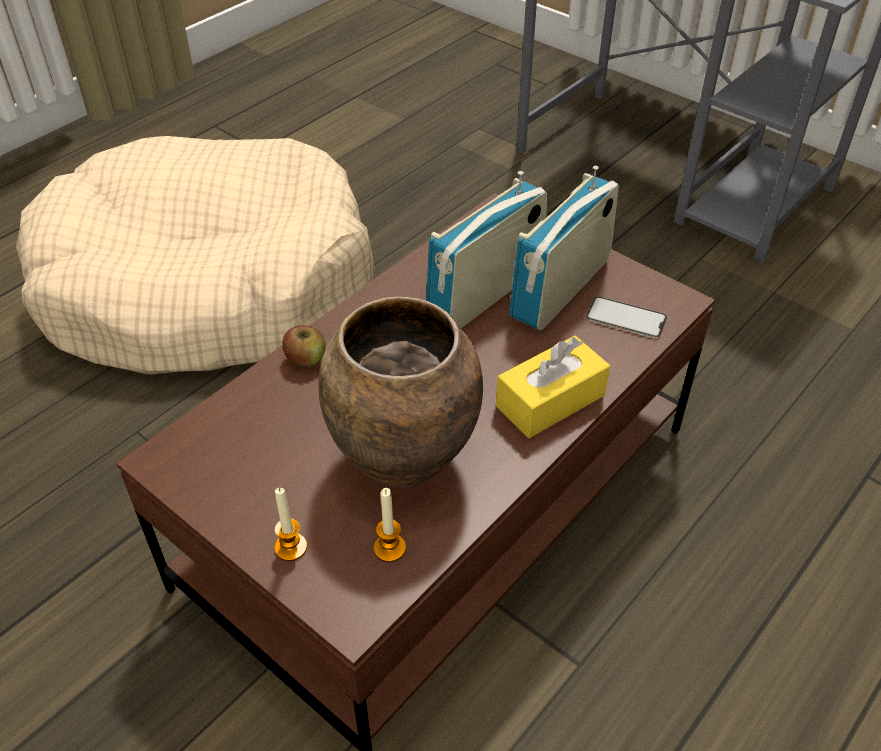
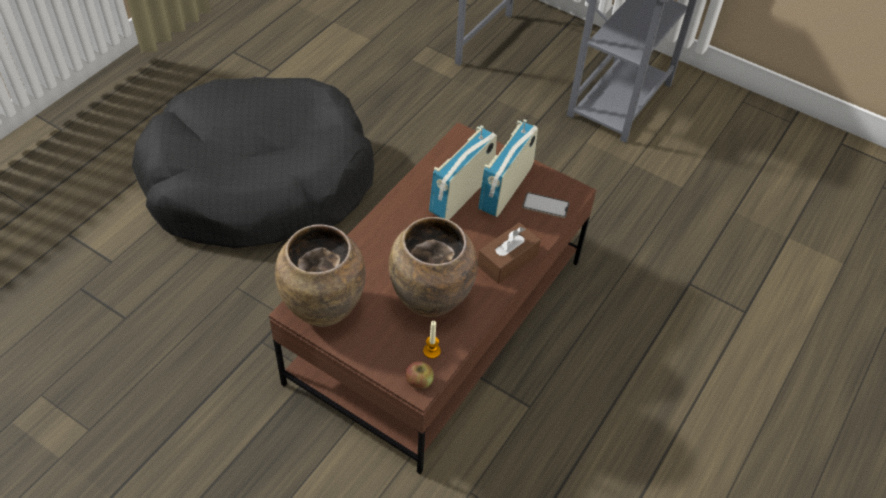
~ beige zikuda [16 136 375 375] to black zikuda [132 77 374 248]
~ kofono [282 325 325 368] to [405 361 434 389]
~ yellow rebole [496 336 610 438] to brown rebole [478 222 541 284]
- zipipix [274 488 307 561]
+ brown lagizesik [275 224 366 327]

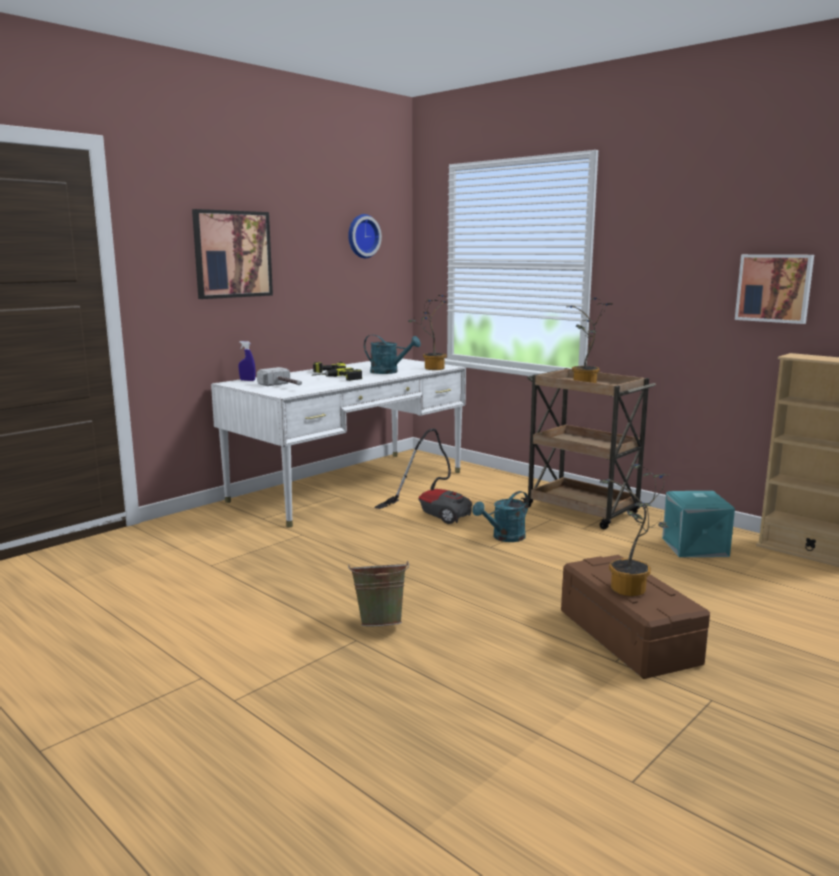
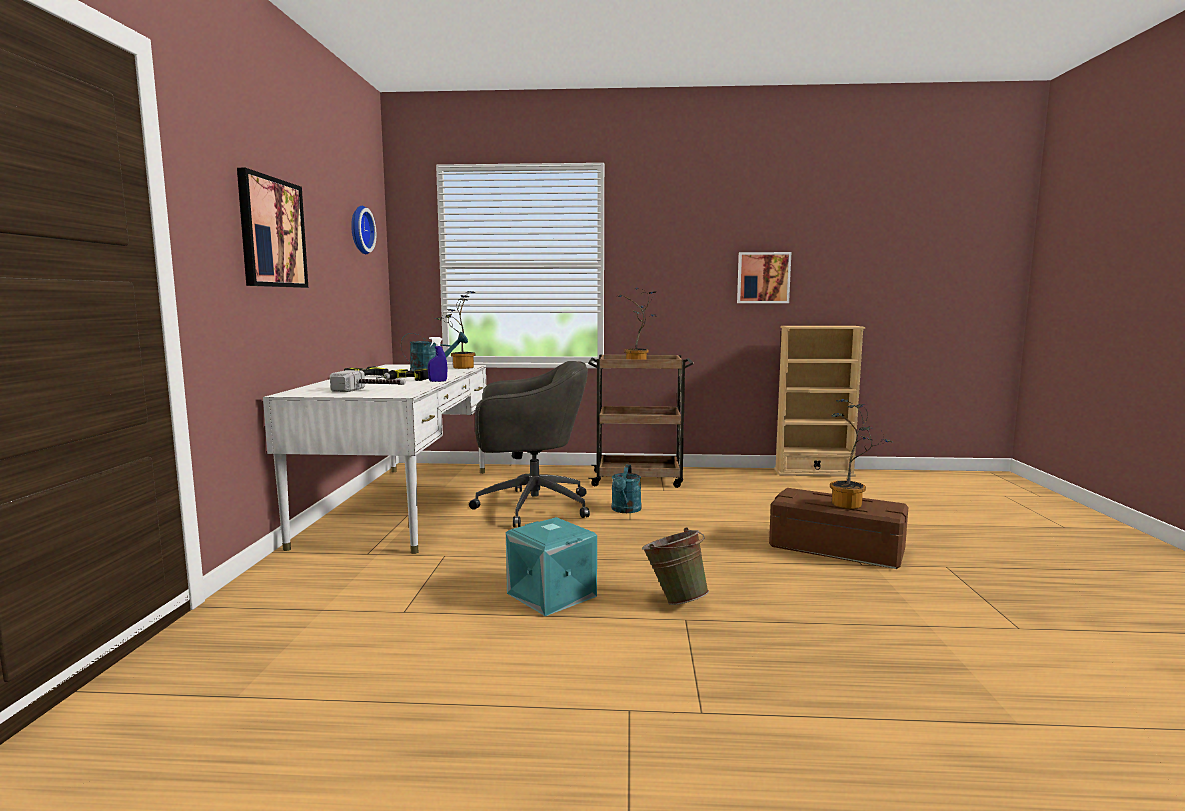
~ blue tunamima [239 341 255 381] to [428 337 447 382]
~ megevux [375 428 472 524] to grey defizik [469 361 590 527]
~ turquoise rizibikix [662 491 735 557] to [506 517 597 616]

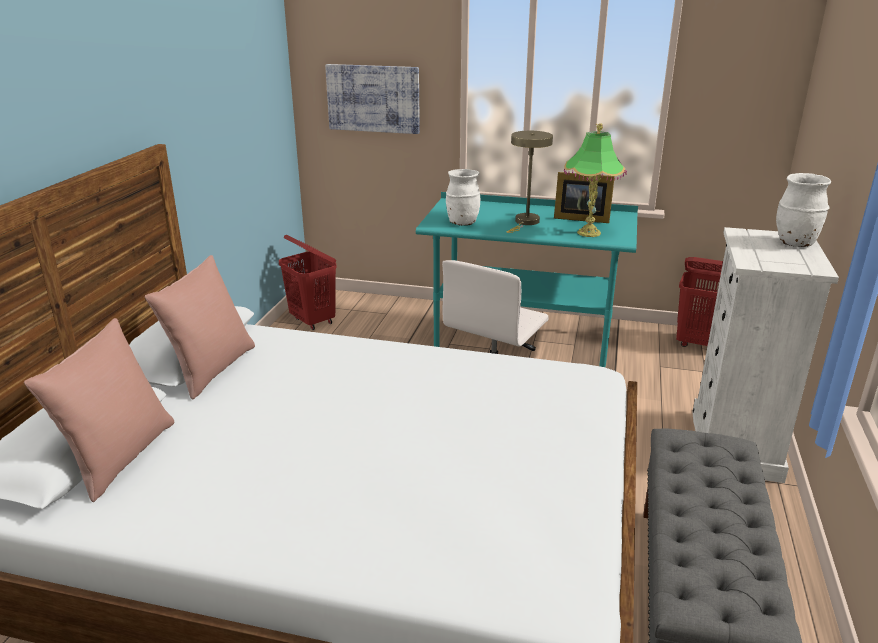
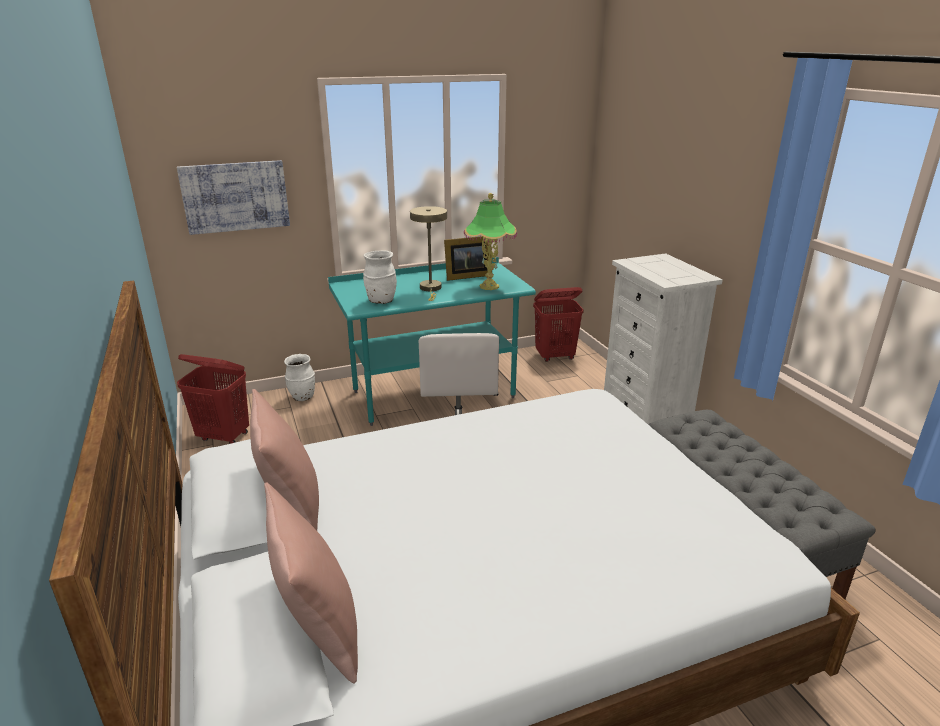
~ white lagizesik [776 173 831 247] to [284 354 315 401]

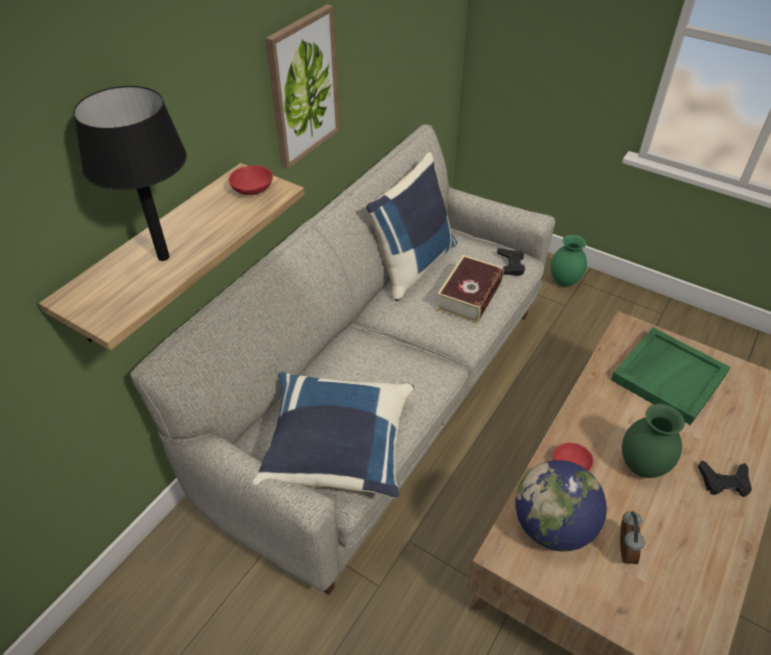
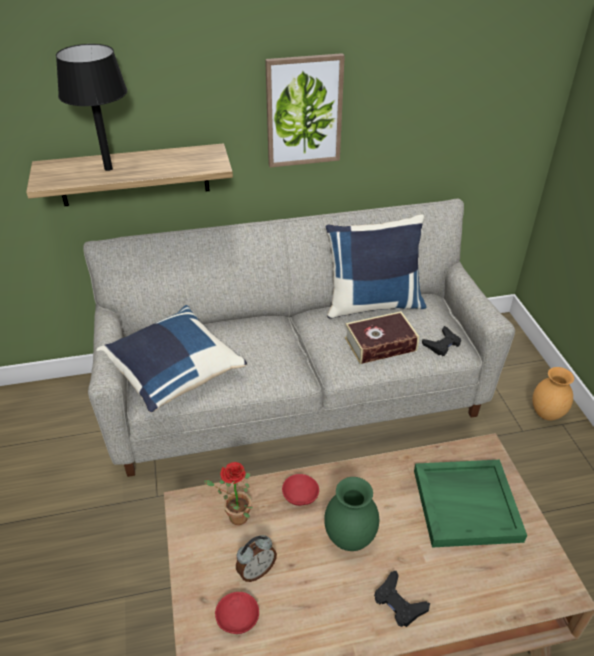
~ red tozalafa [229 165 273 195] to [215 592 259 634]
~ green lagizesik [551 235 587 287] to brown lagizesik [532 367 574 420]
~ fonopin [515 460 607 552] to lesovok [204 462 253 525]

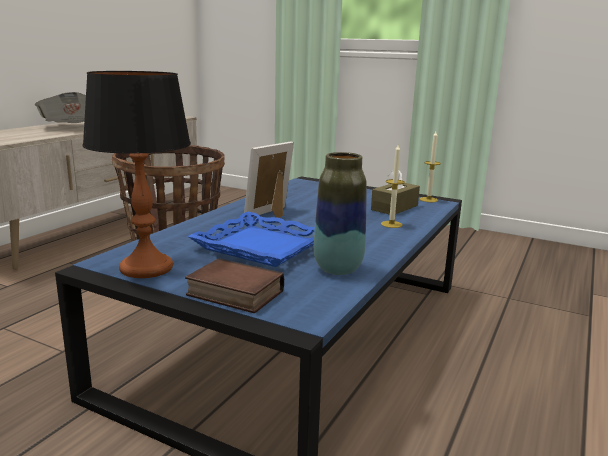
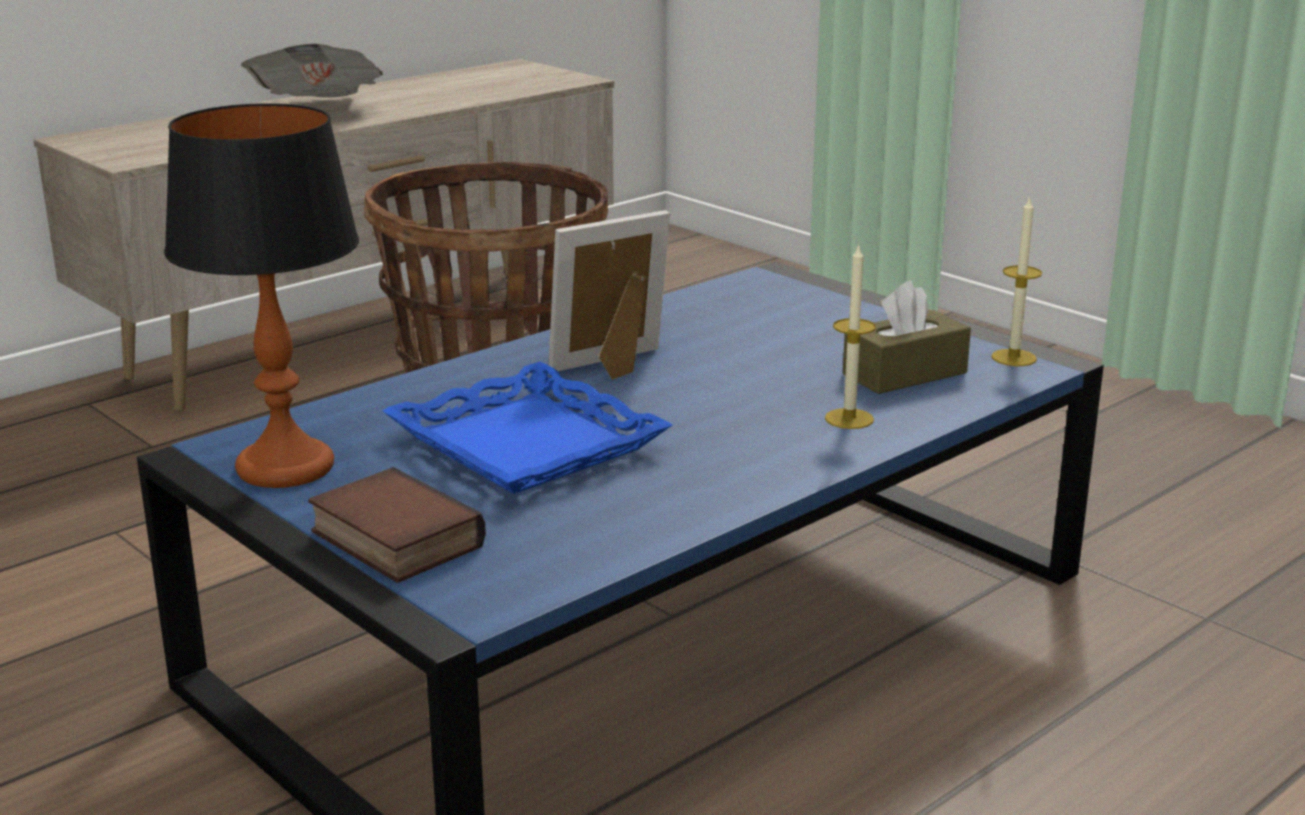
- lagizesik [314 152 367 275]

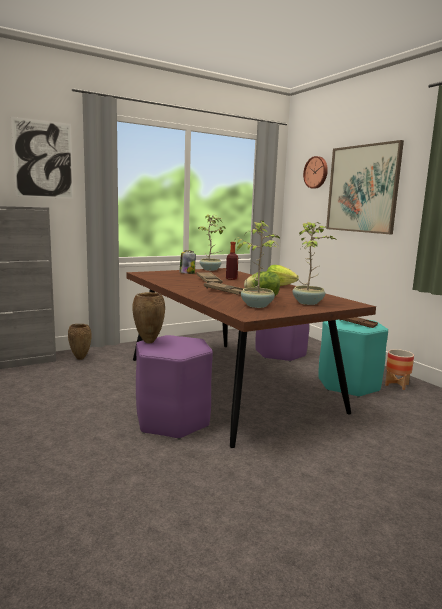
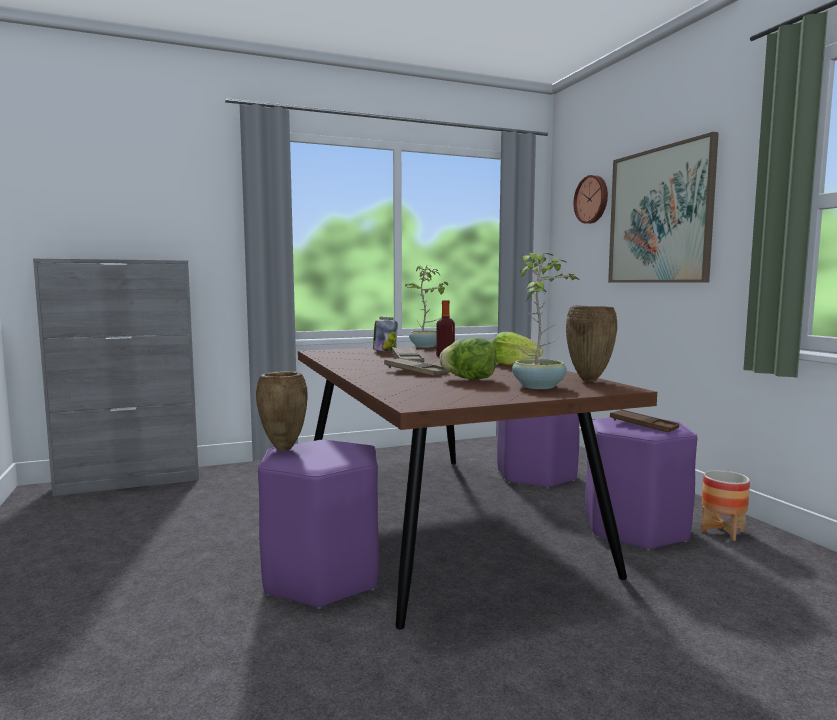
- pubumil [11 117 74 199]
- lesovok [236 221 280 308]
~ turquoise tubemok [318 319 388 398] to purple tubemok [585 417 697 551]
~ brown lagizesik [68 324 92 360] to [566 305 617 382]

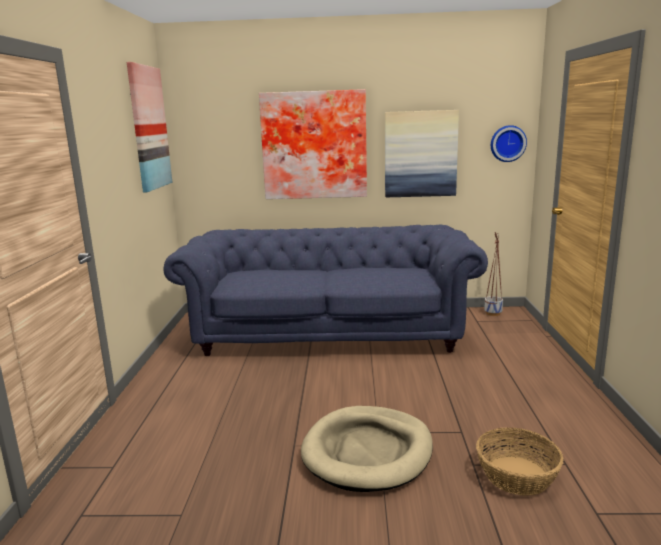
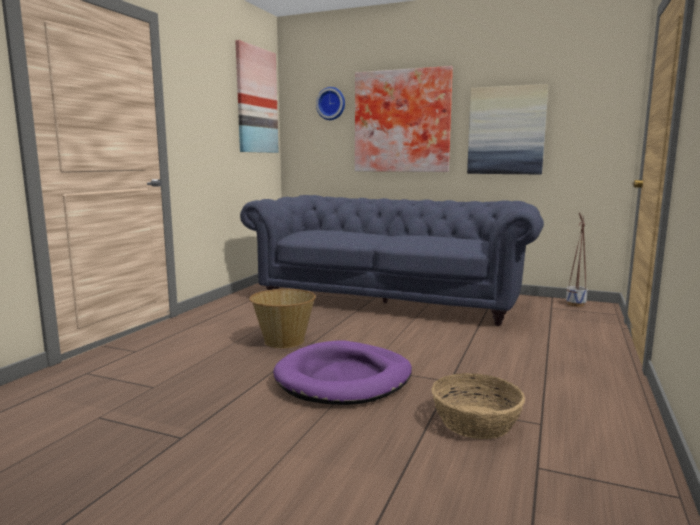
~ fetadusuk [491 125 527 162] to [316 87 345 120]
~ beige zikuda [301 406 433 492] to purple zikuda [273 340 412 405]
+ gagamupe [249 289 316 348]

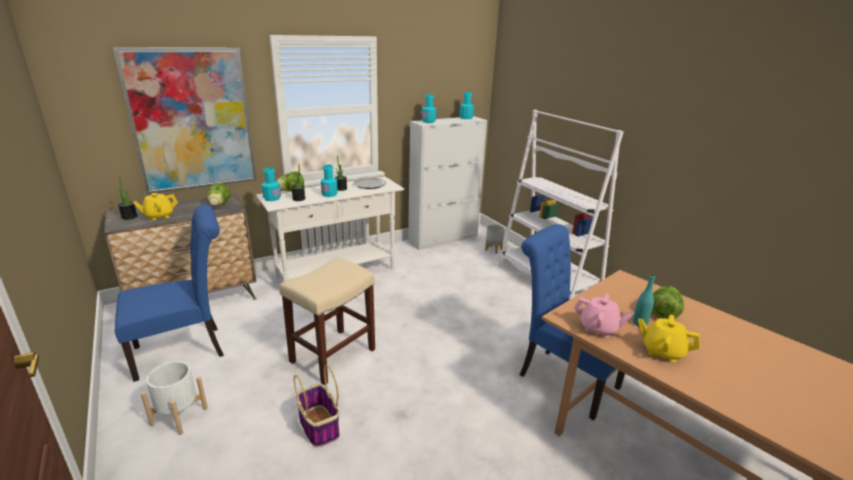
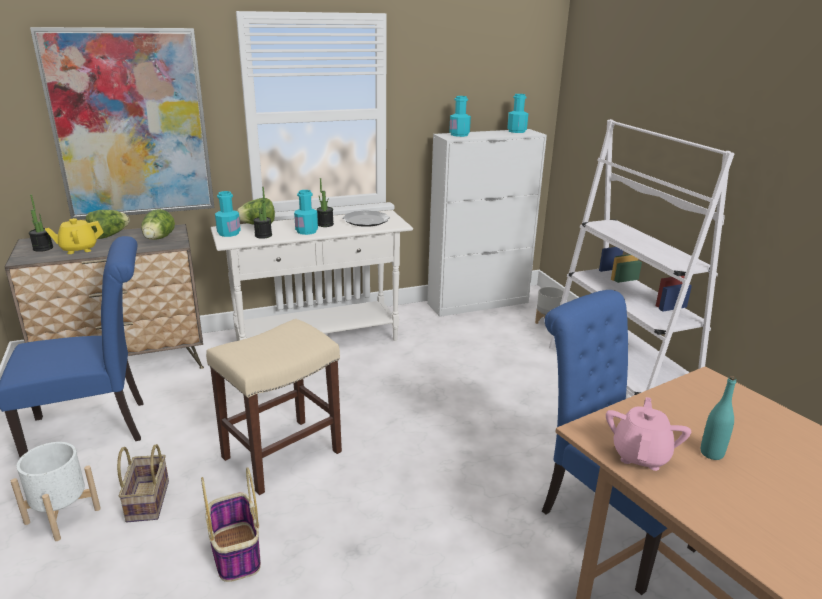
~ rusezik [652 286 684 319] to [85 210 130 239]
~ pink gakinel [574 294 634 338] = [606 397 691 471] 105 degrees counterclockwise
- yellow gakinel [638 315 700 362]
+ gagamupe [117 444 169 522]

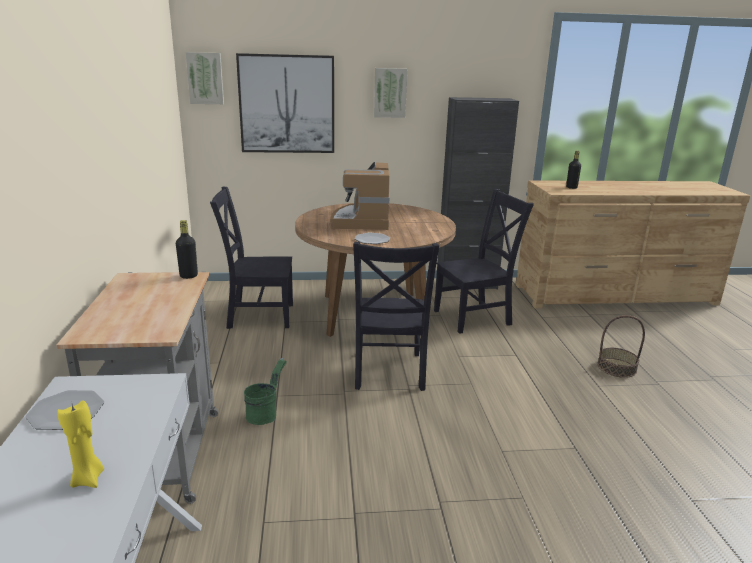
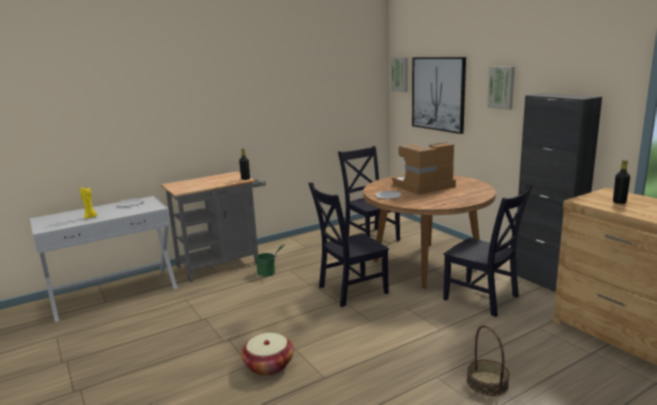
+ gagamupe [241 333 294 376]

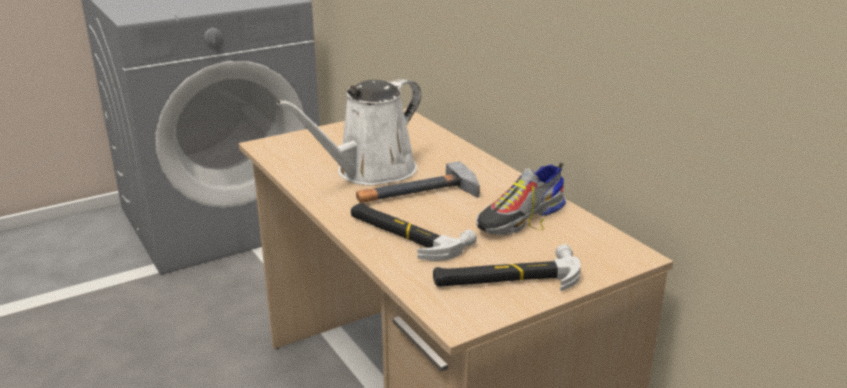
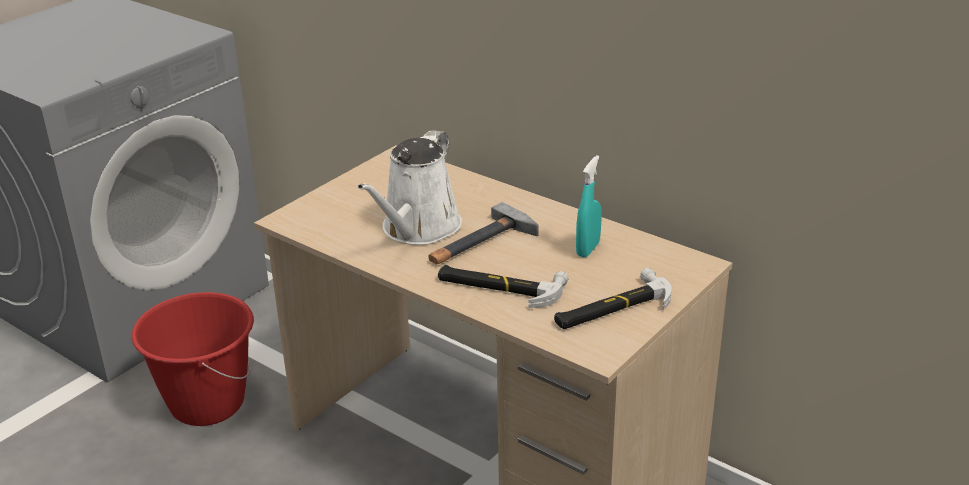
~ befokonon [476 163 566 235] to turquoise tunamima [576 155 602 257]
+ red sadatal [131 292 254 426]

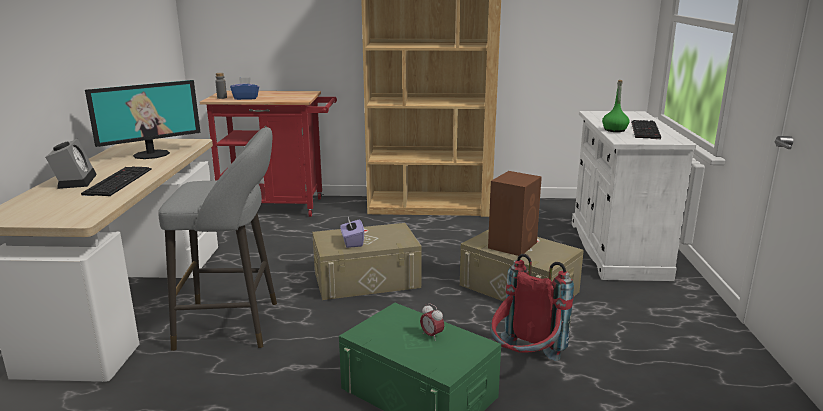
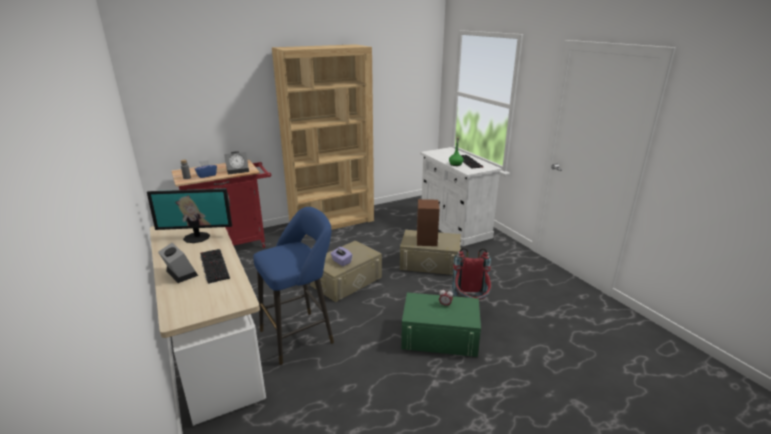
~ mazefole [85 80 201 159] = [147 188 232 243] 60 degrees clockwise
~ grey tubemok [158 127 277 351] to blue tubemok [253 207 334 365]
+ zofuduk [225 151 249 174]

